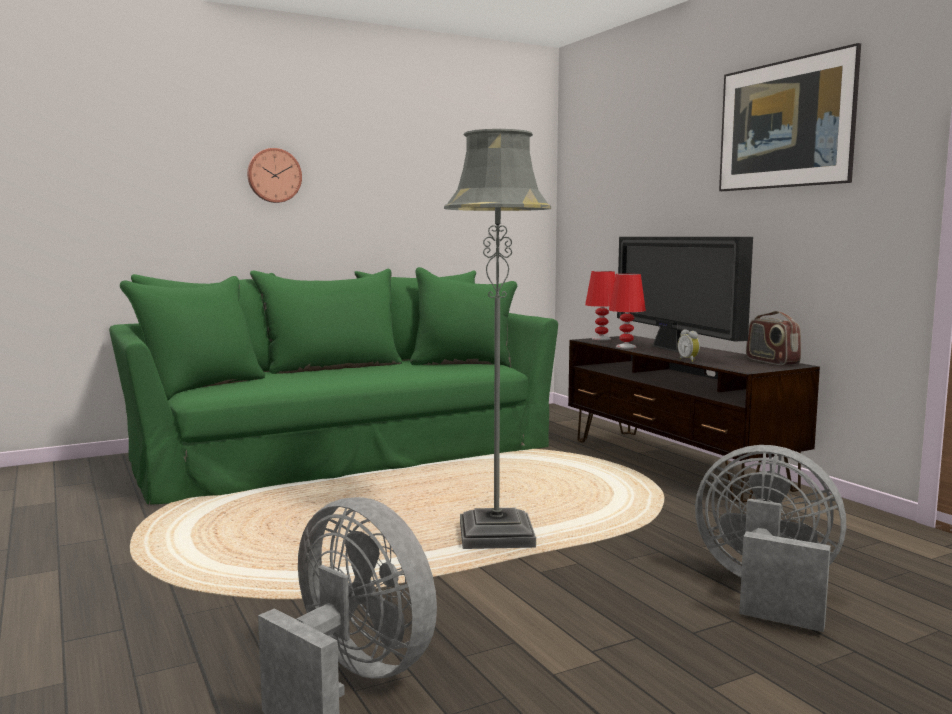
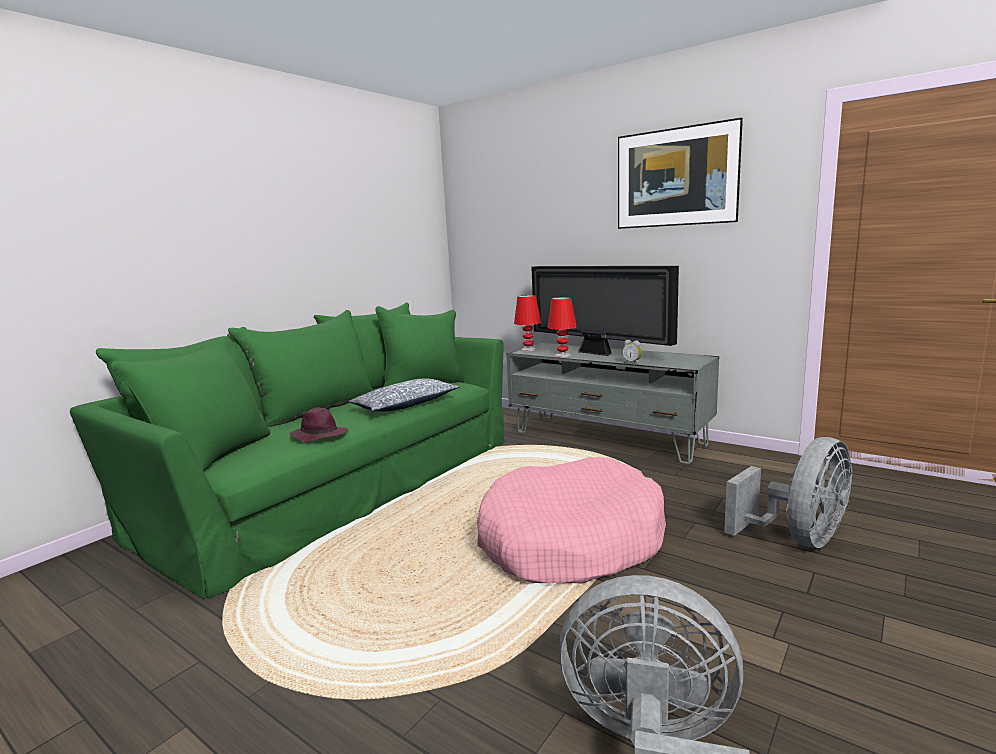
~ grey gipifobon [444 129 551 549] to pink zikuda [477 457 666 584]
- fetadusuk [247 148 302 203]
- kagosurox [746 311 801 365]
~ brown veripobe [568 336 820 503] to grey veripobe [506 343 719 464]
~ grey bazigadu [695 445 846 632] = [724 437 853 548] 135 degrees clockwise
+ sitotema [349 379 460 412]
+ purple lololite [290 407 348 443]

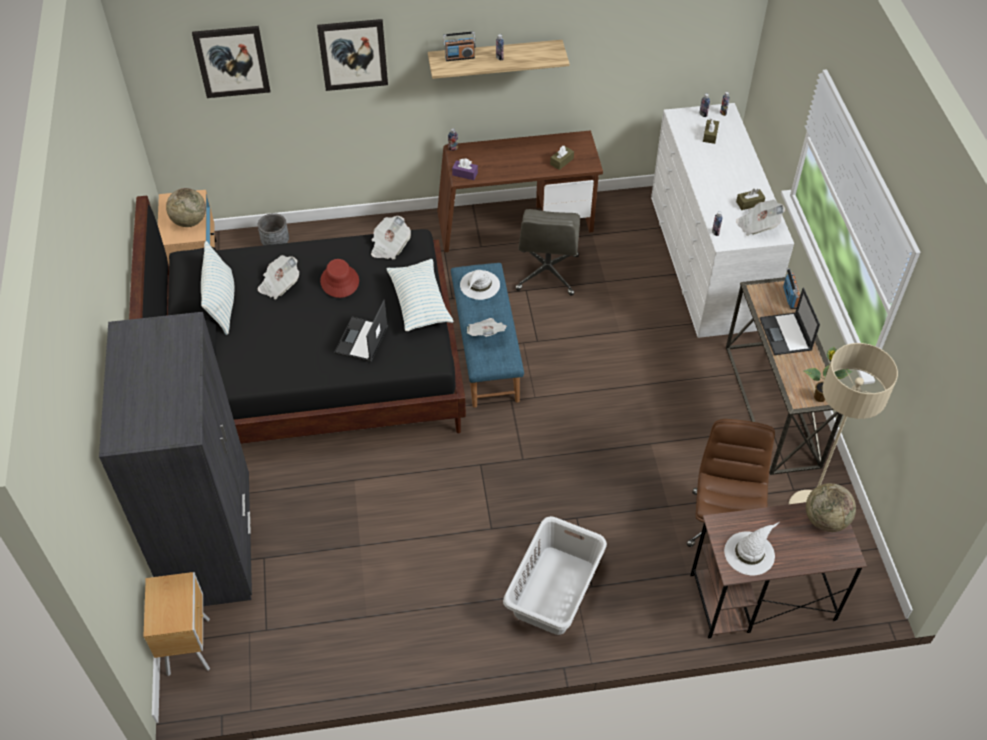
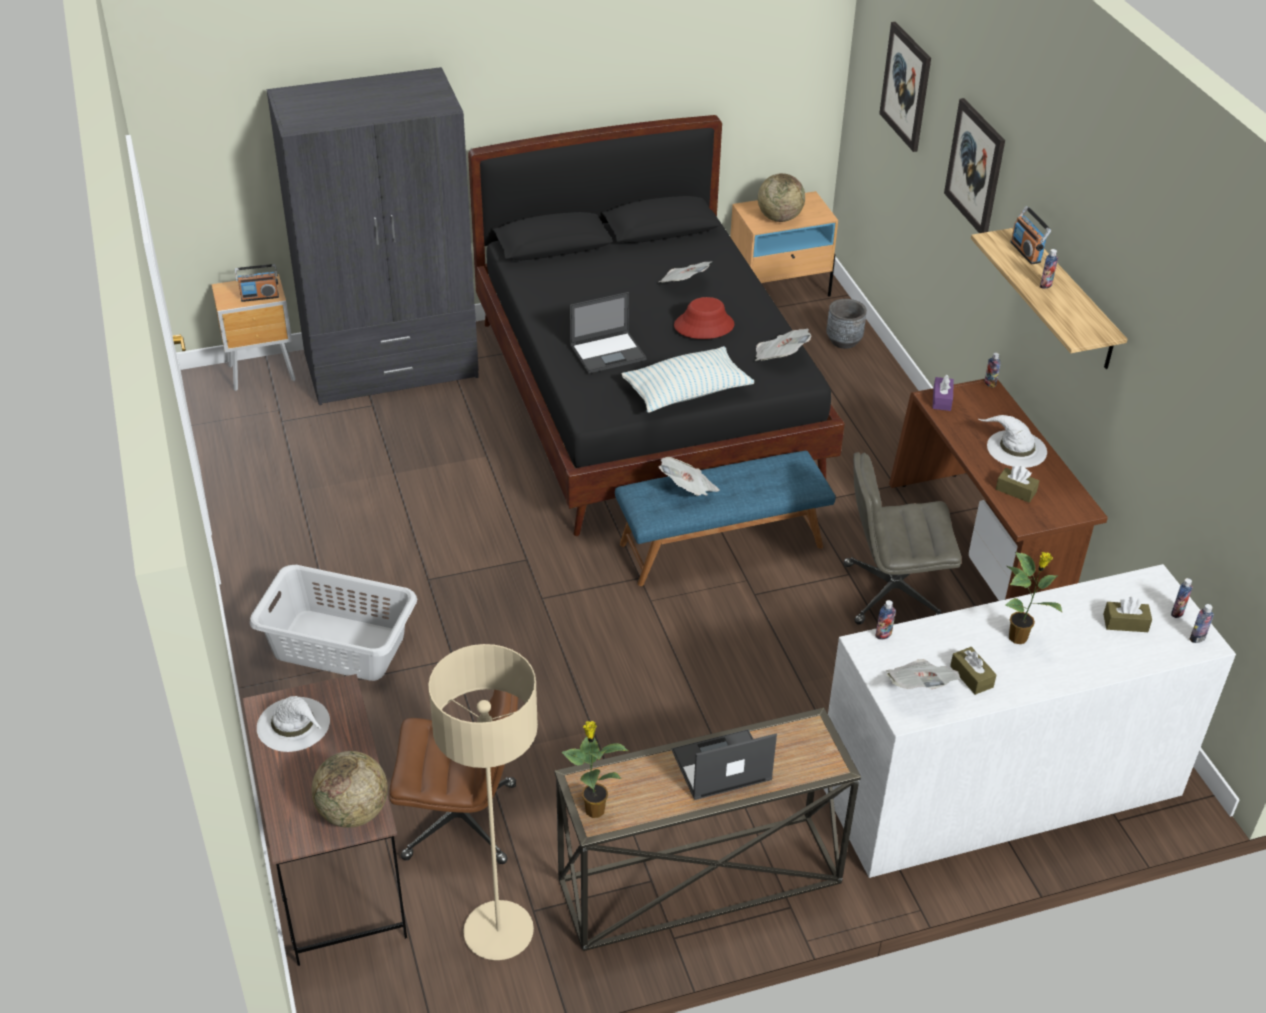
- sitotema [201 241 235 335]
~ kagosurox [783 268 800 309] to [235 264 279 302]
~ white lololite [460 270 500 300] to [979 415 1047 468]
~ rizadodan [334 300 388 362] = [570 292 647 374] 150 degrees clockwise
+ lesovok [1006 552 1063 644]

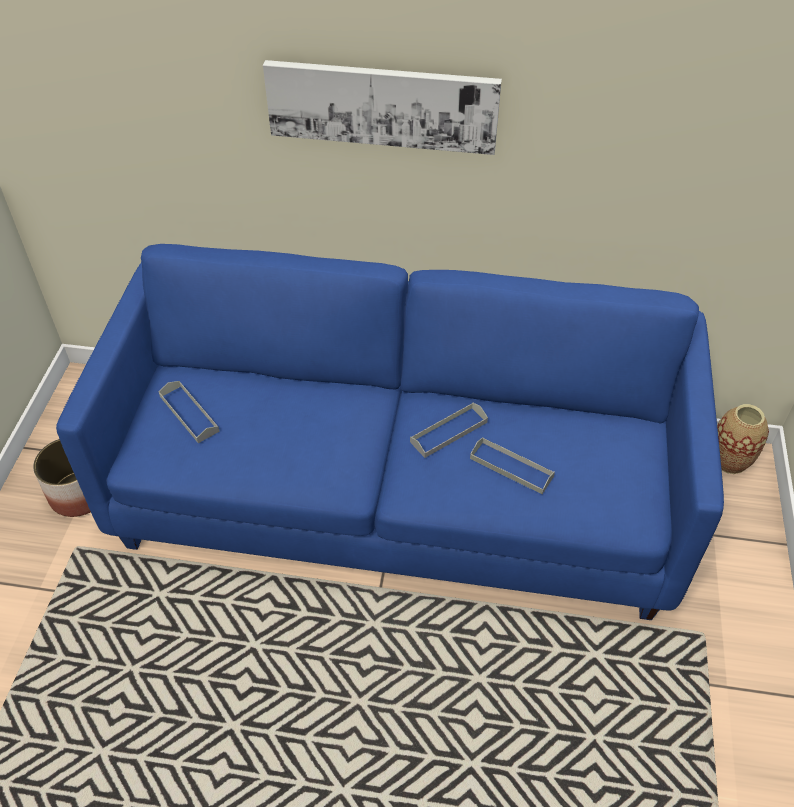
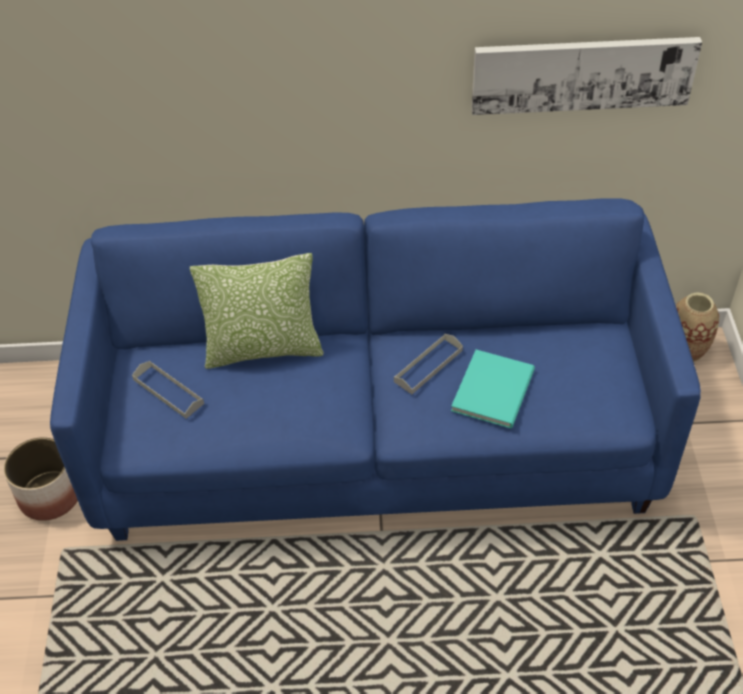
~ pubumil [263 60 502 155] to [471 37 702 115]
~ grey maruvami [470 437 555 494] to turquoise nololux [451 350 535 428]
+ sitotema [190 253 324 369]

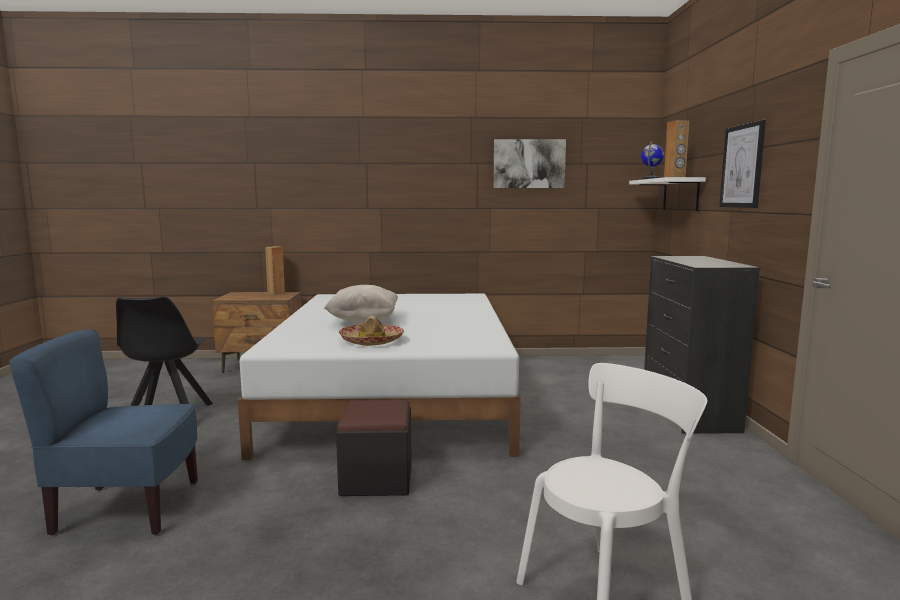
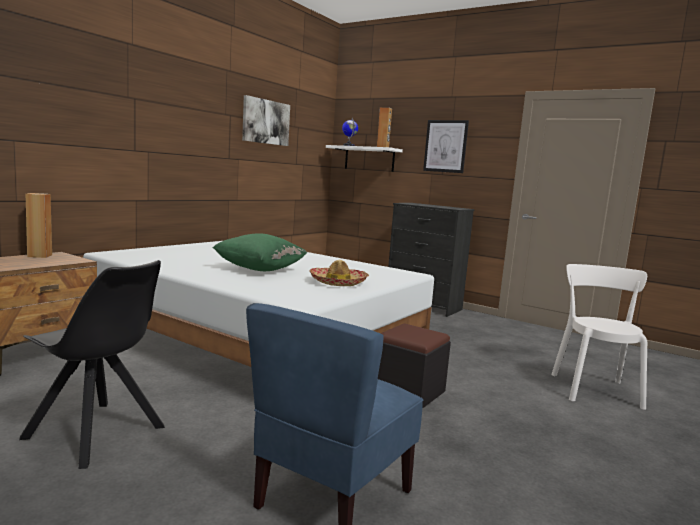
~ beige sitotema [324 285 398 323] to green sitotema [213 233 307 271]

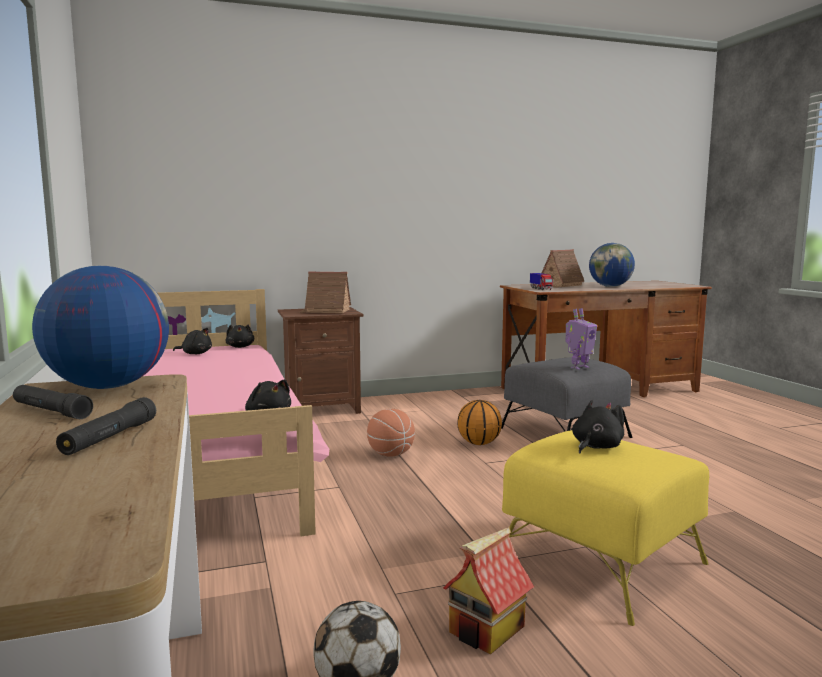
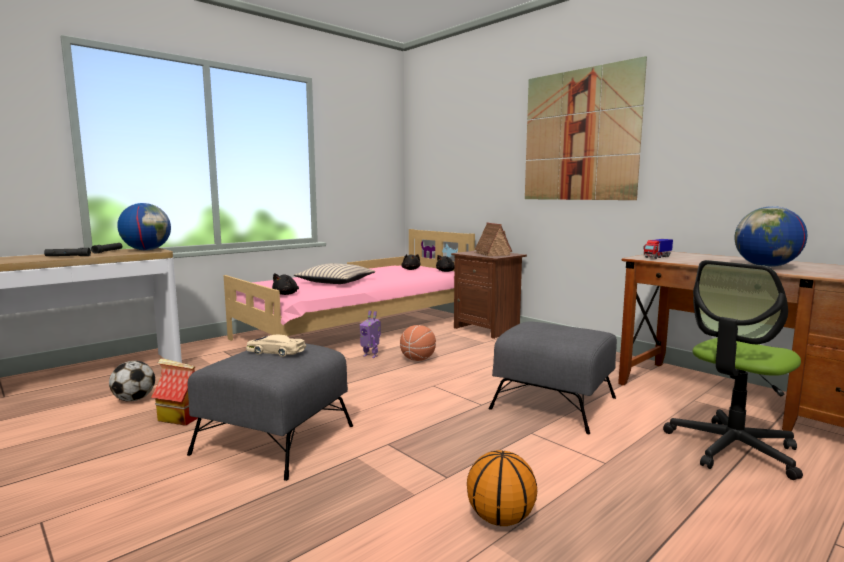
- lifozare [542 249 585 288]
~ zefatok [566 308 597 370] to [360 311 381 358]
~ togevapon [457 400 502 445] to [467 450 537 526]
~ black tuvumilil [572 400 624 454] to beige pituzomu [246 335 306 357]
~ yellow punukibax [502 430 709 626] to grey punukibax [187 343 353 481]
+ pubumil [525 56 647 200]
+ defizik [663 260 803 480]
+ beige sitotema [294 263 376 284]

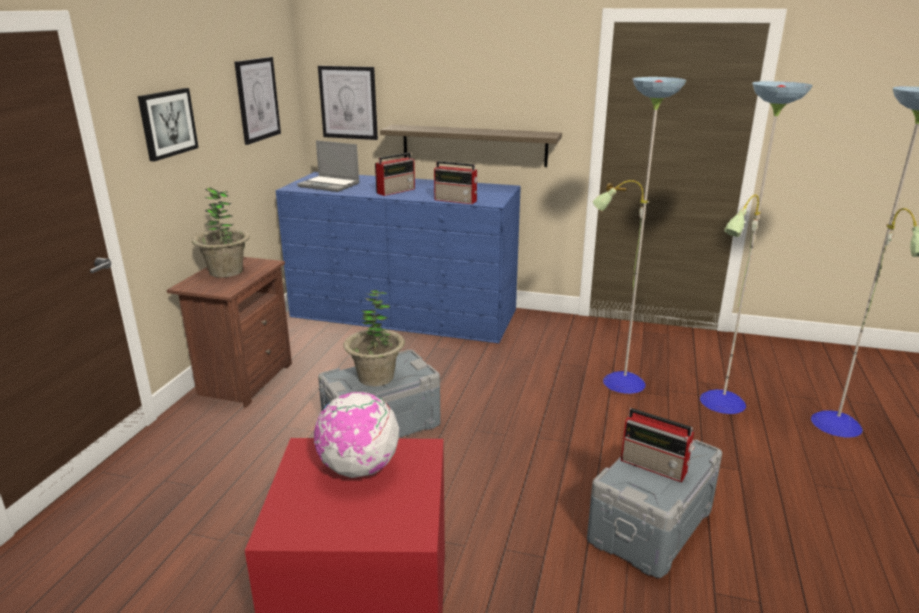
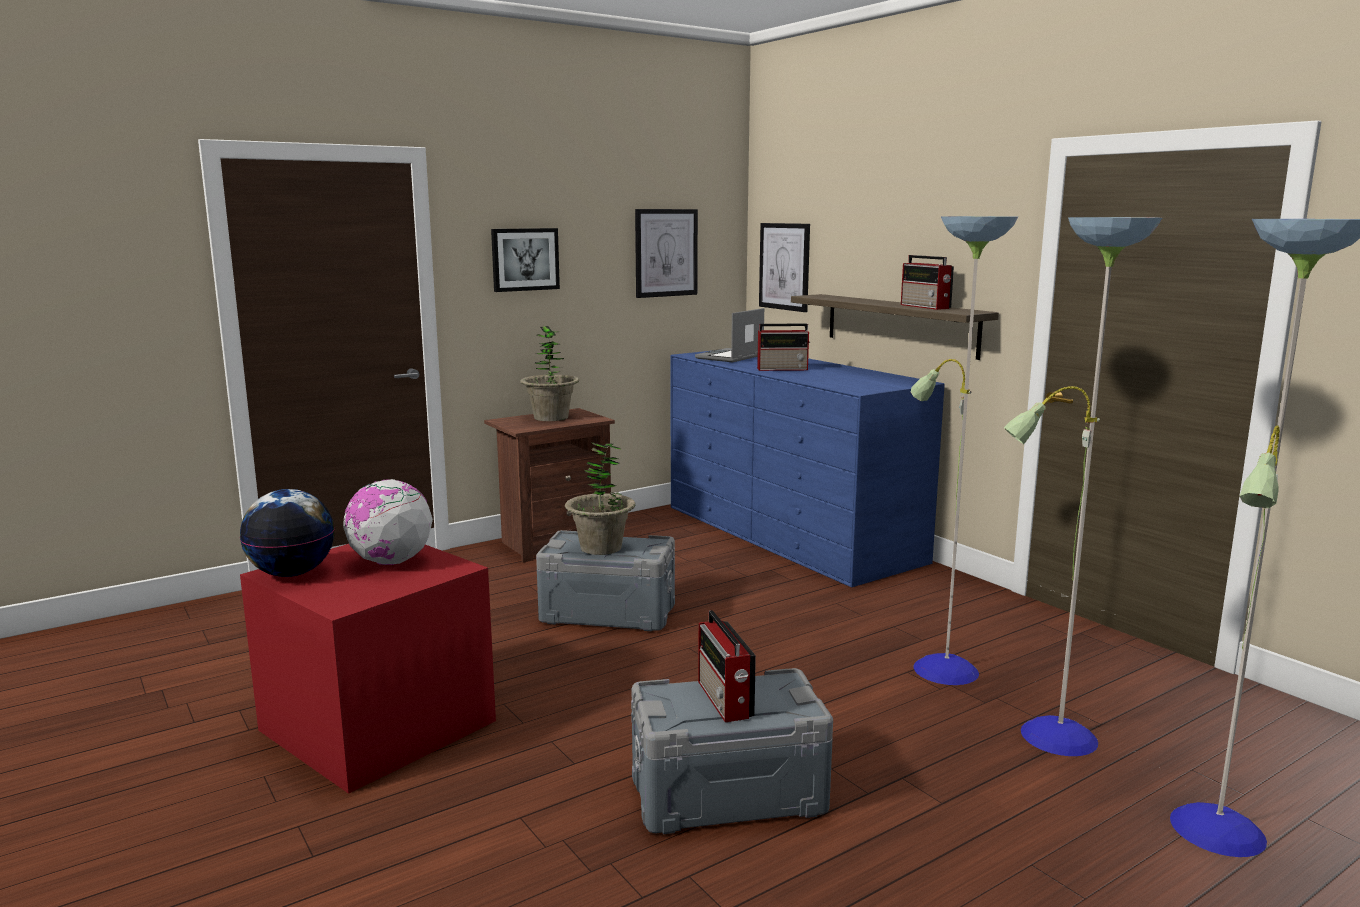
~ rizadodan [297 140 359 192] = [695 308 764 362] 60 degrees clockwise
~ kagosurox [434 161 478 204] to [901 255 954 310]
+ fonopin [240 489 335 577]

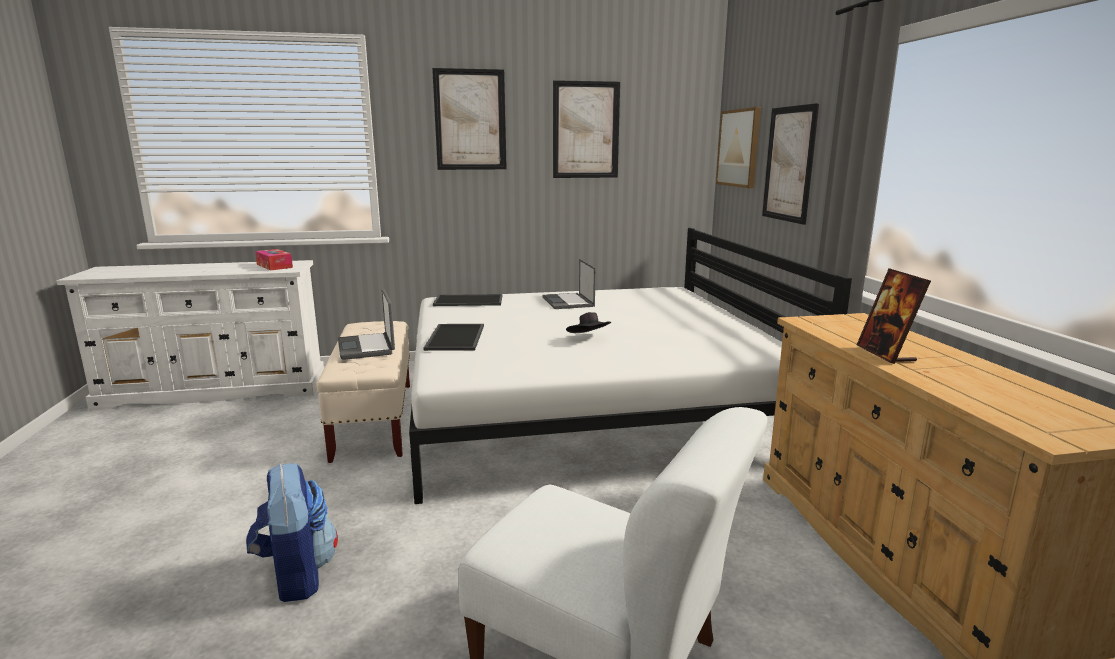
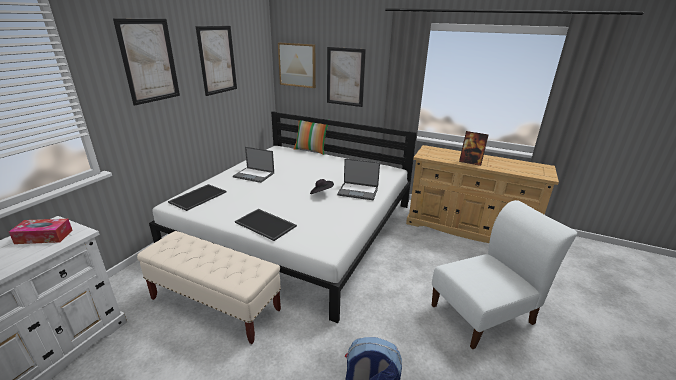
~ rizadodan [338 289 395 360] to [337 158 380 200]
+ sitotema [294 120 328 155]

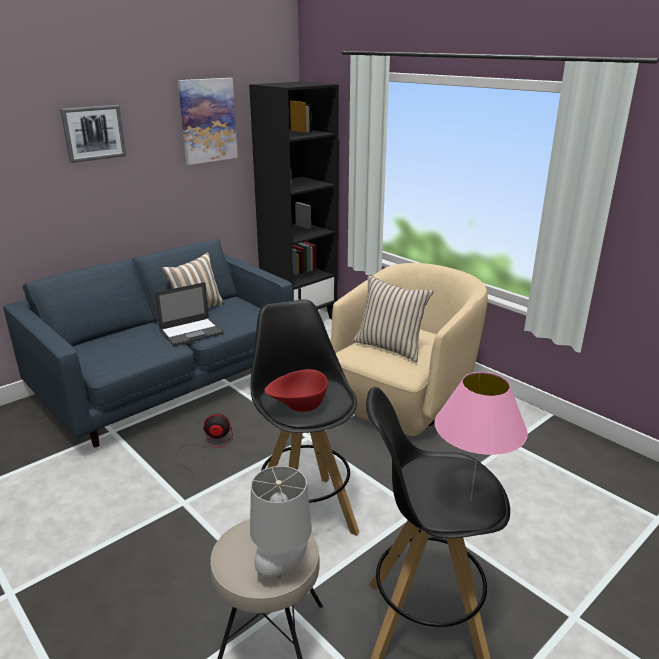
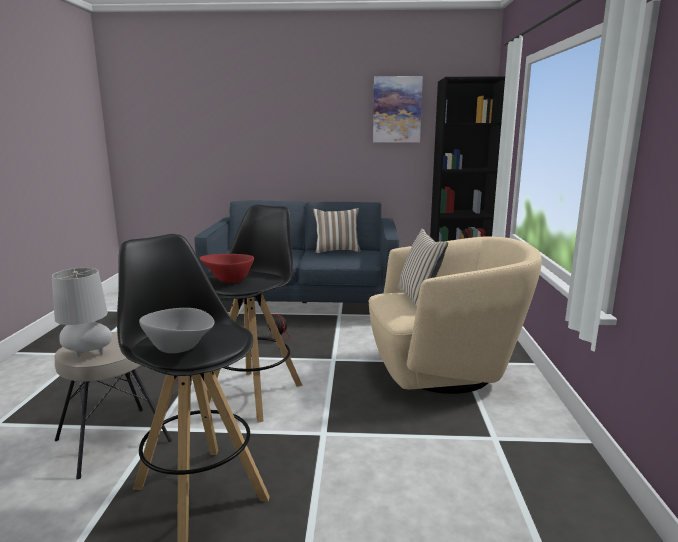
- pubumil [60 105 126 163]
- rizadodan [155 282 224 346]
~ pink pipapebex [435 372 528 501] to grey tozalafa [139 308 214 353]

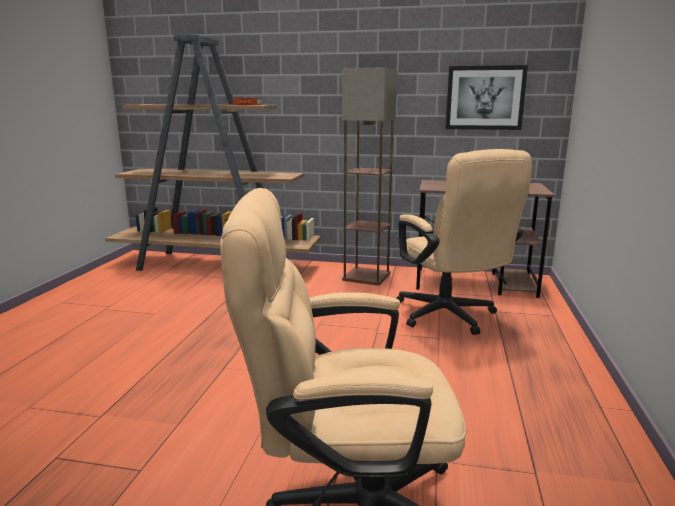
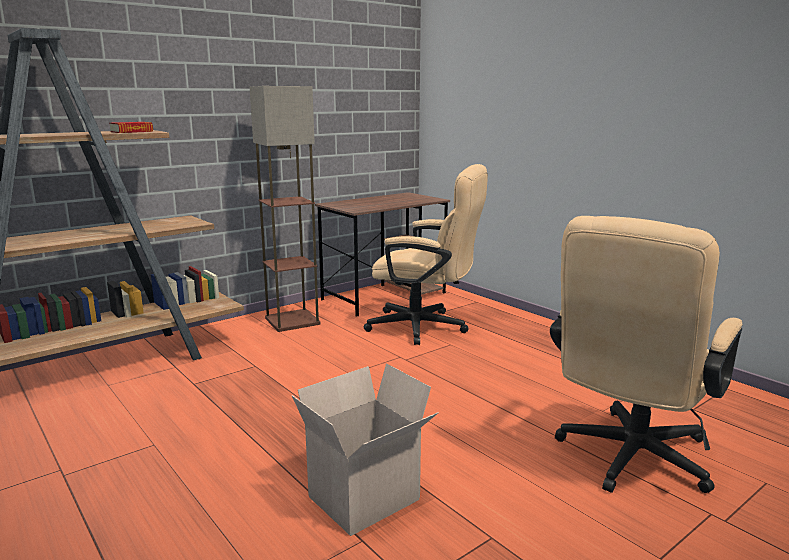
- pubumil [446 65 528 130]
+ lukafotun [291 363 438 536]

